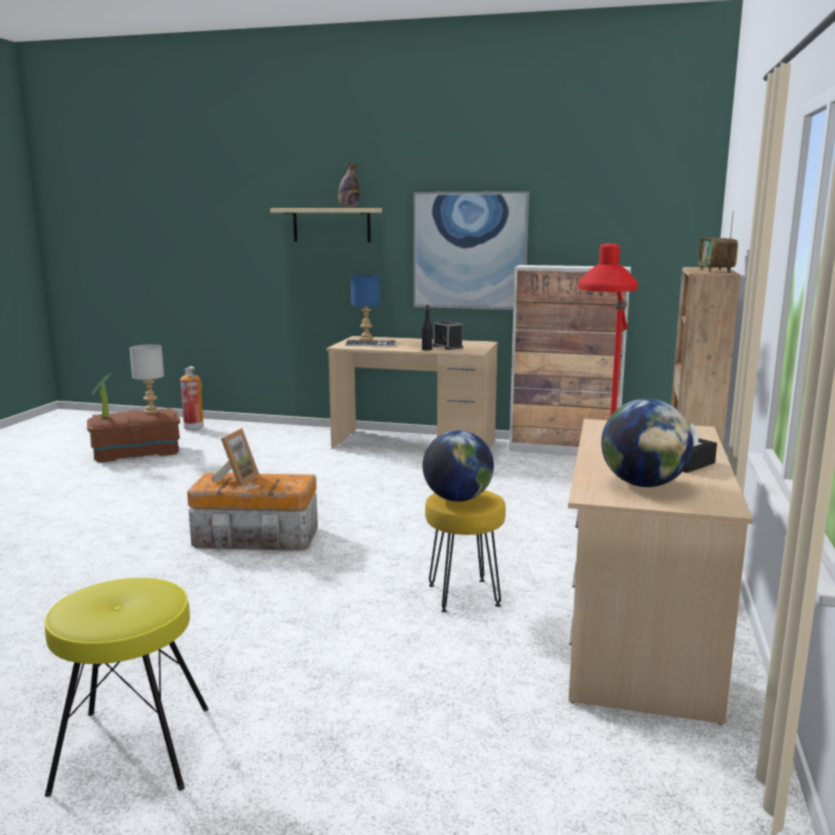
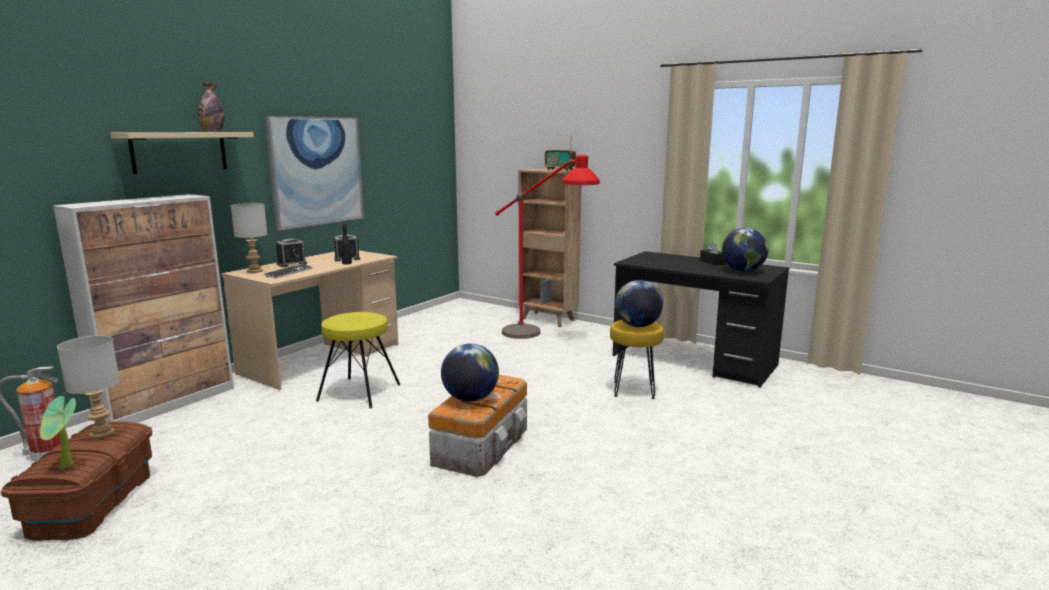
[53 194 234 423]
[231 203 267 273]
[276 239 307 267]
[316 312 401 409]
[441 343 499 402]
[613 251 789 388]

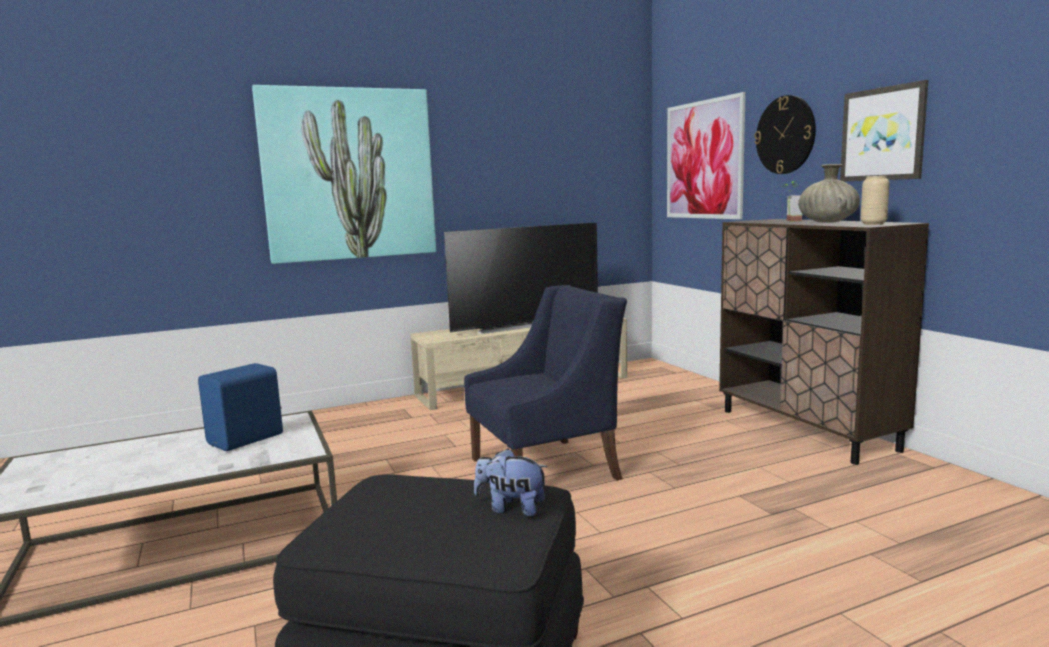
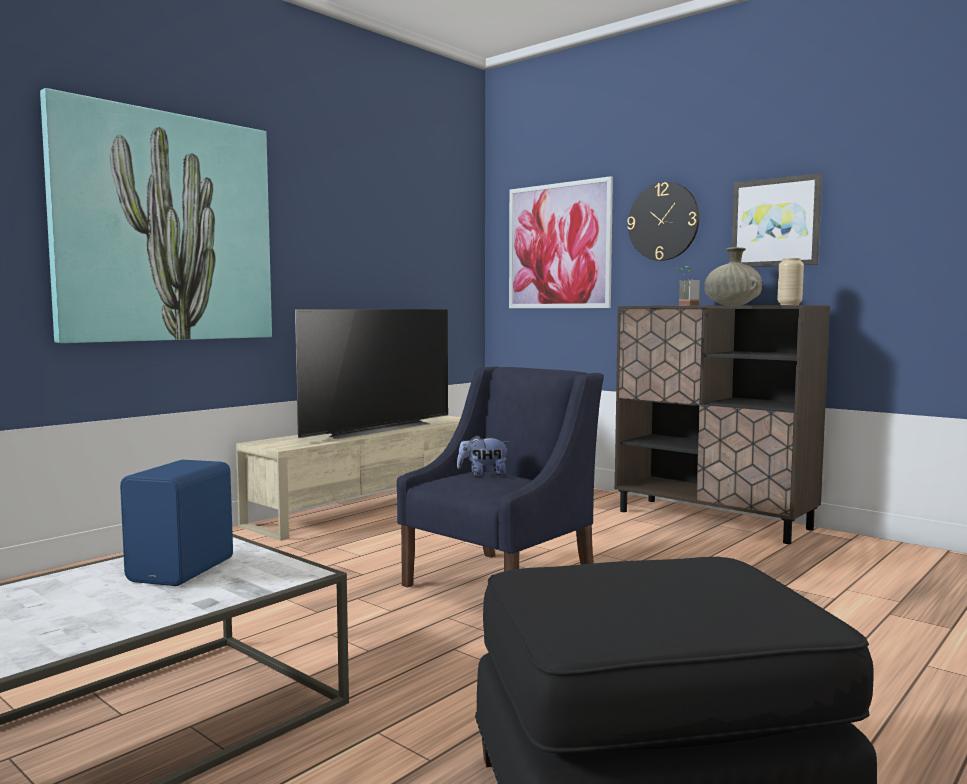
[457 435 510 477]

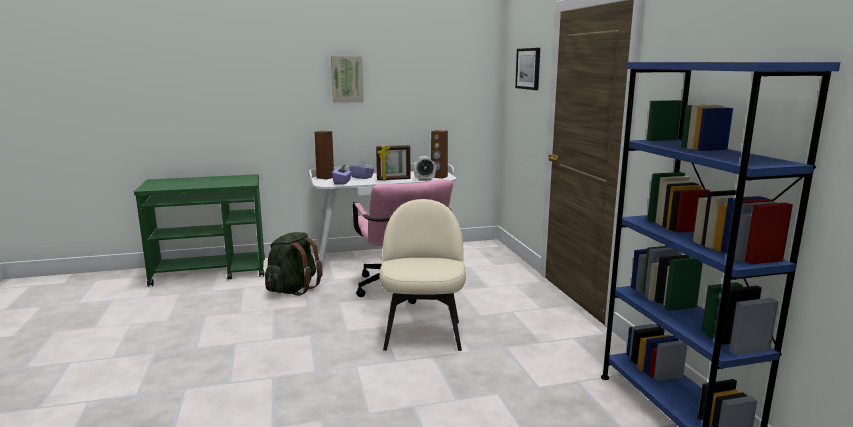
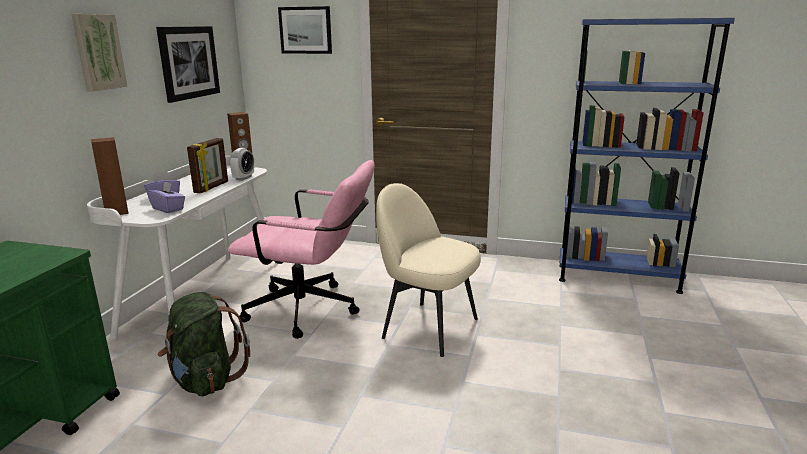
[156 26 220 103]

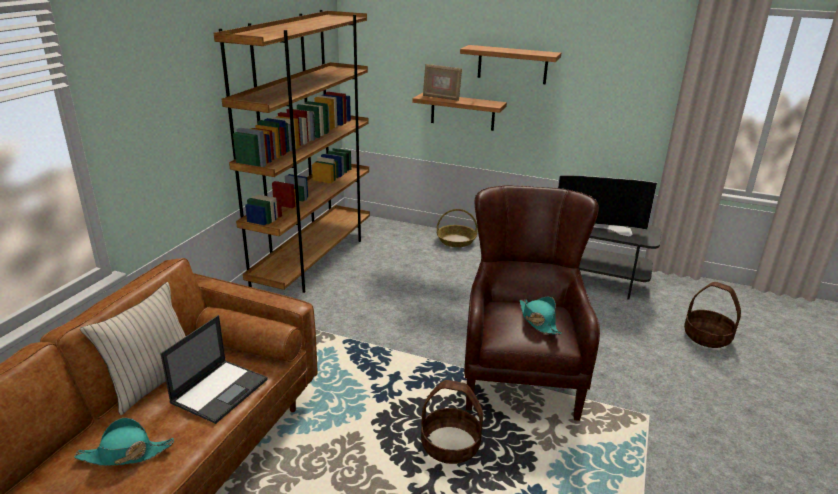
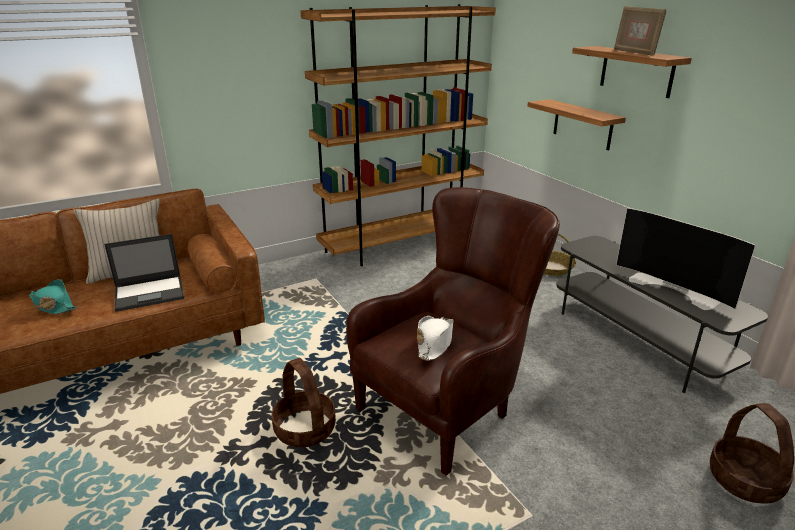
[417 316 454 361]
[614 6 666 56]

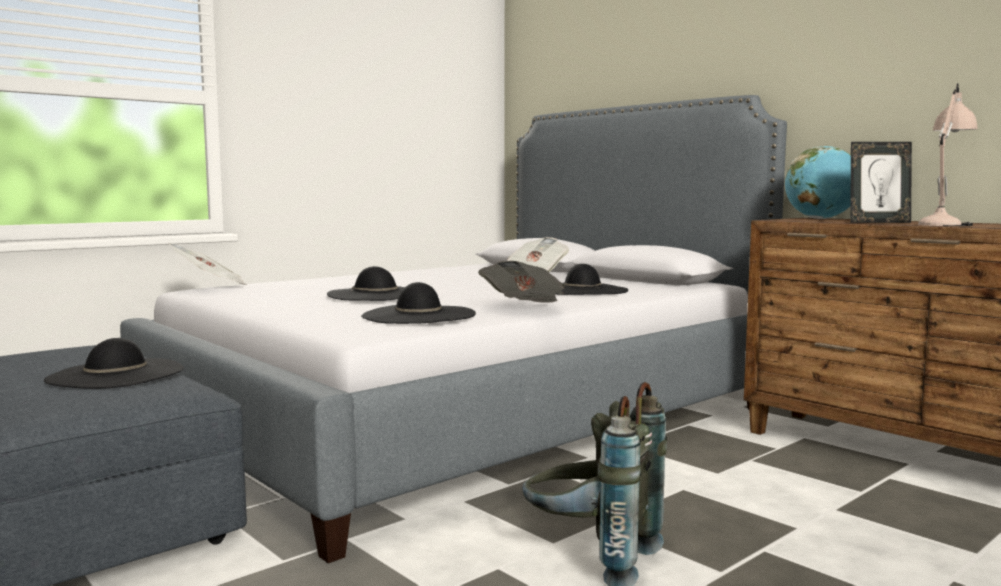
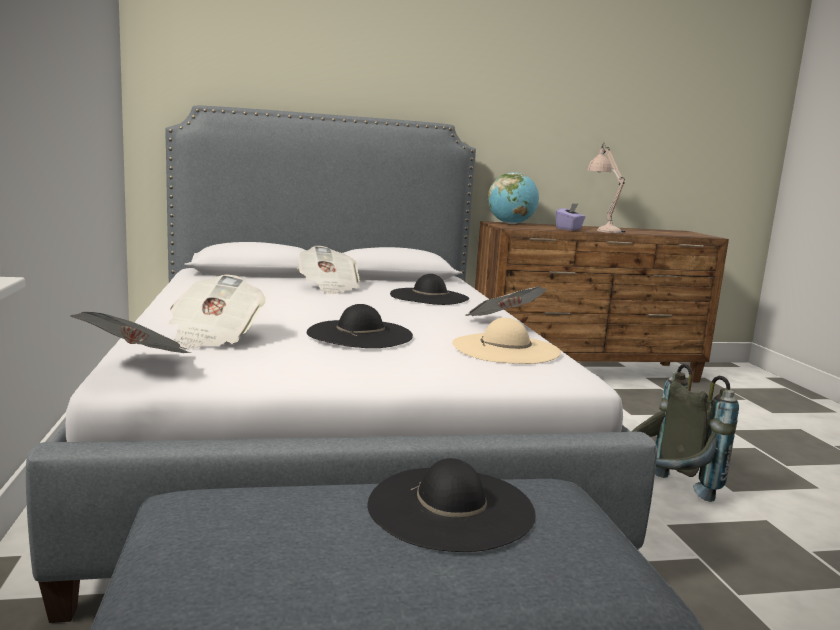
[169 275 265 349]
[452 318 561 364]
[556 203 586 230]

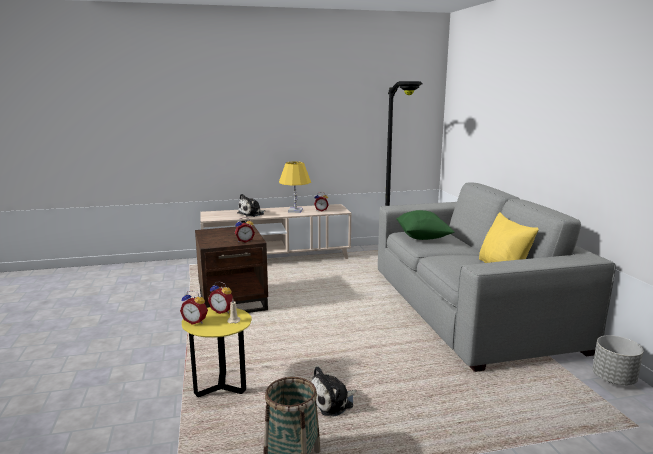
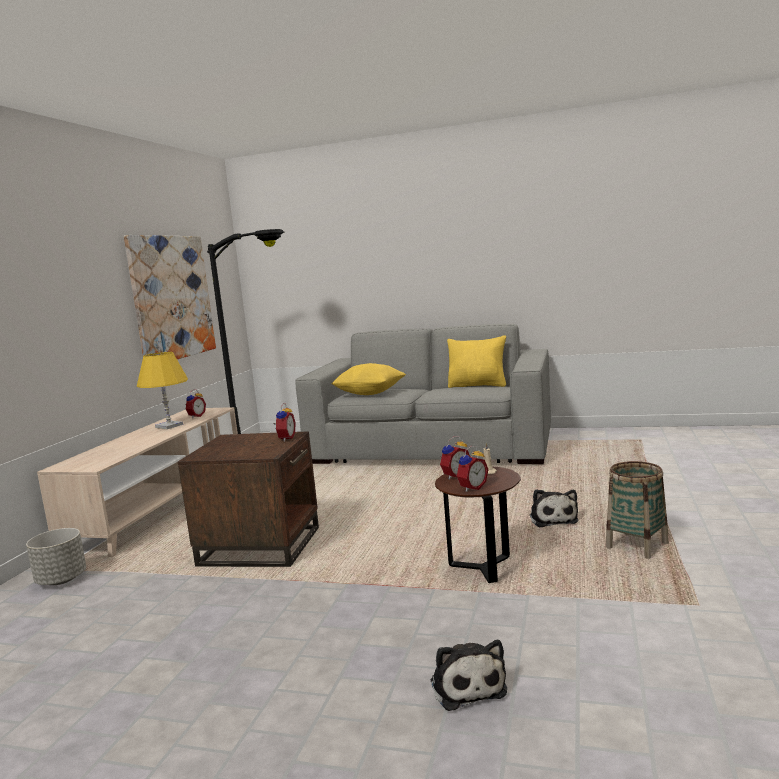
[26 528 86 585]
[124 235 216 359]
[331 363 406 395]
[430 640 507 711]
[435 466 521 583]

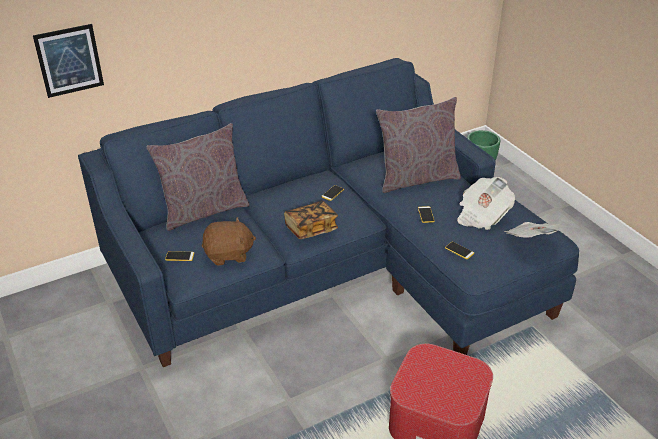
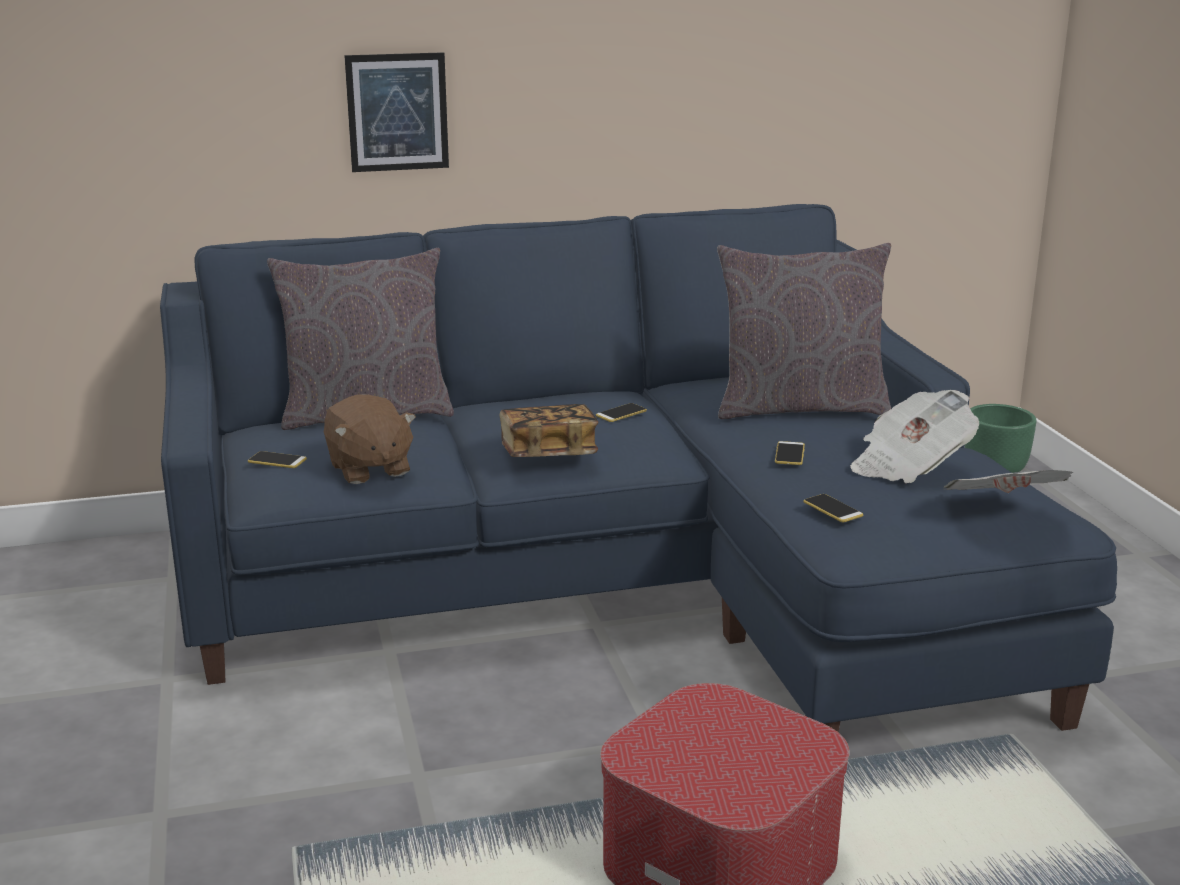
[324 395 416 484]
[344 52 449 172]

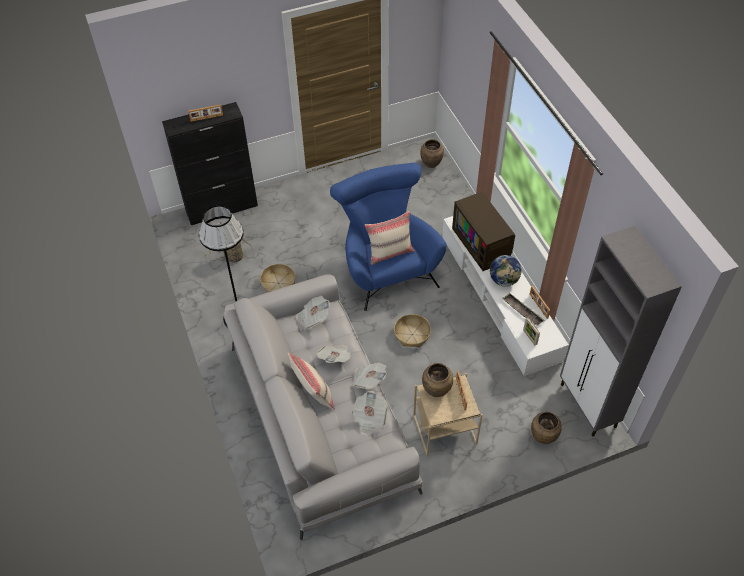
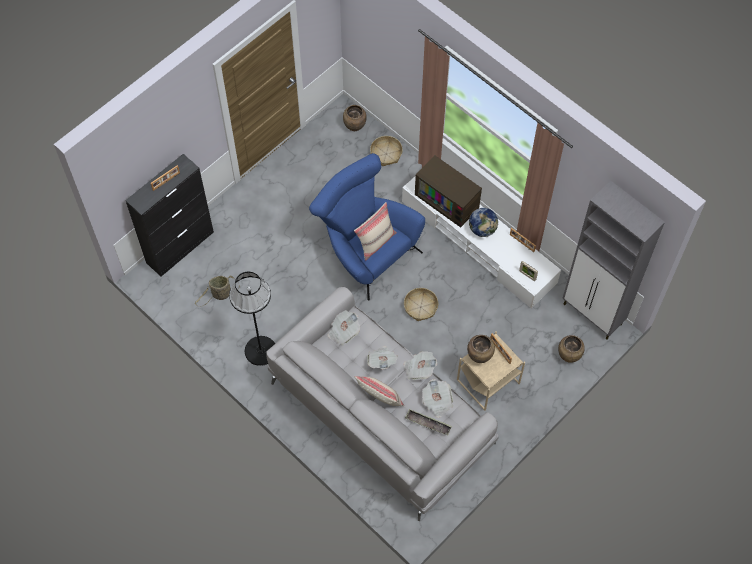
[370 136 403 166]
[405 409 452 436]

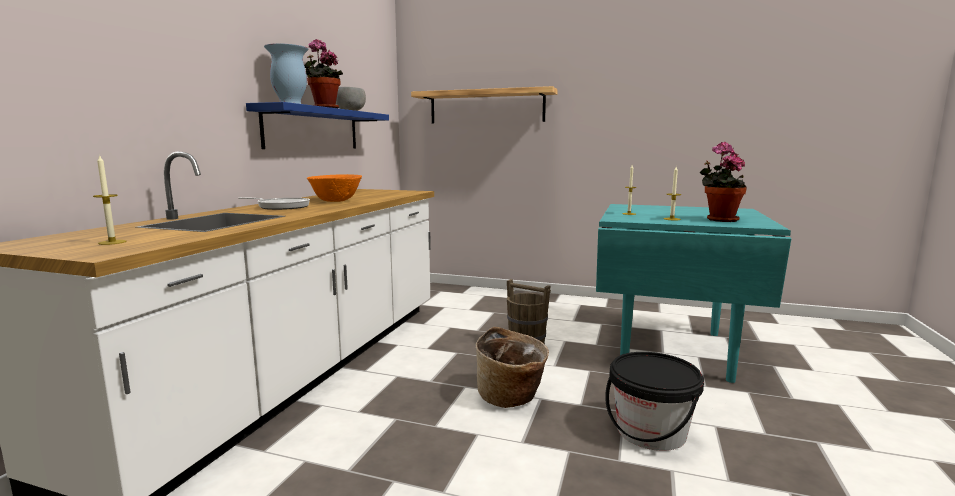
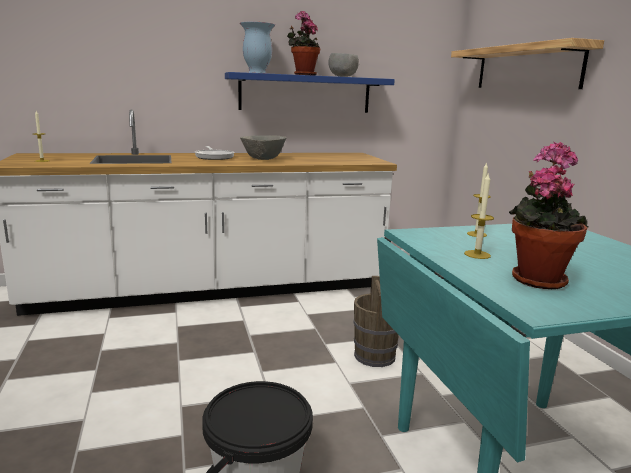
[240 135 287 160]
[475 327 549 408] (first image)

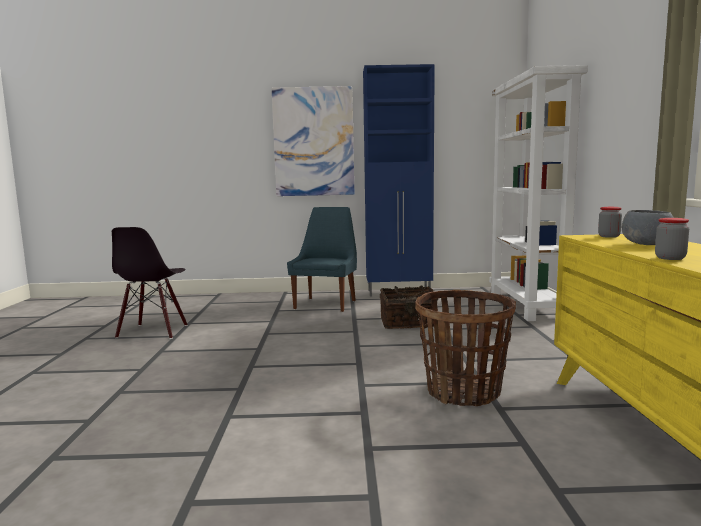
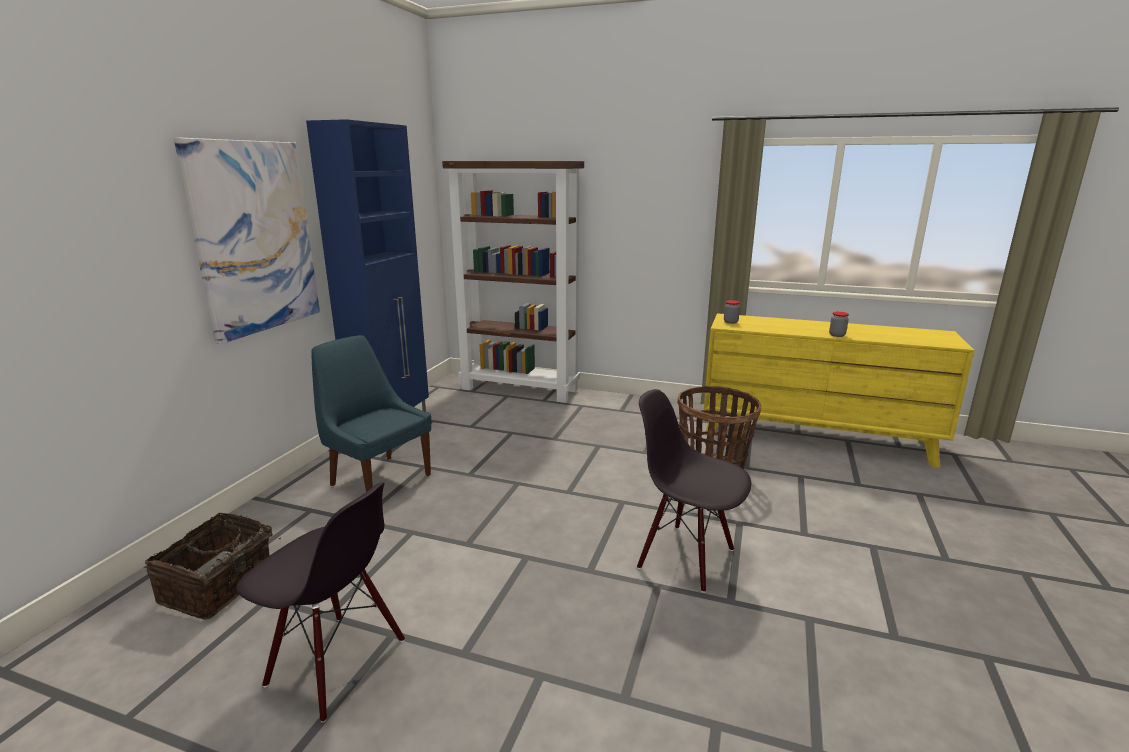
[145 512 281 620]
[442 161 584 403]
[637 389 751 593]
[622 210 674 245] (first image)

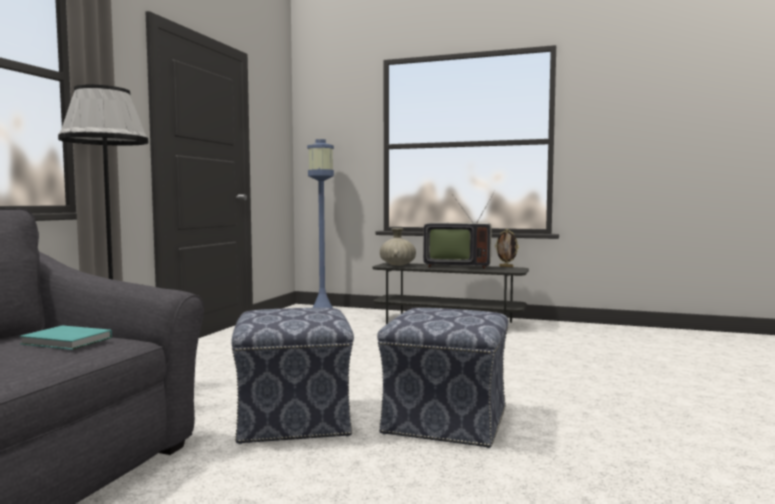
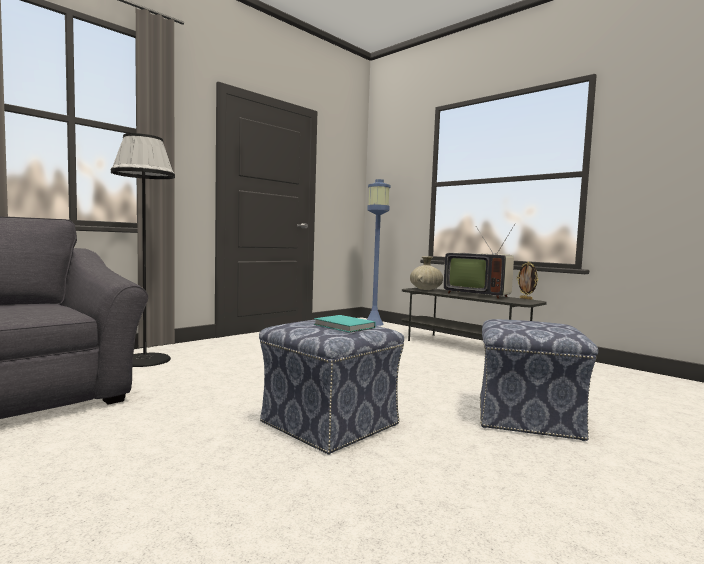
[314 315 376 333]
[480 319 598 441]

